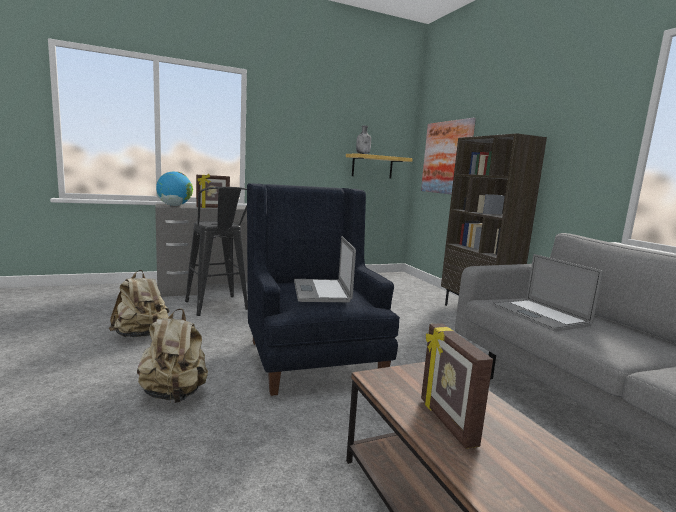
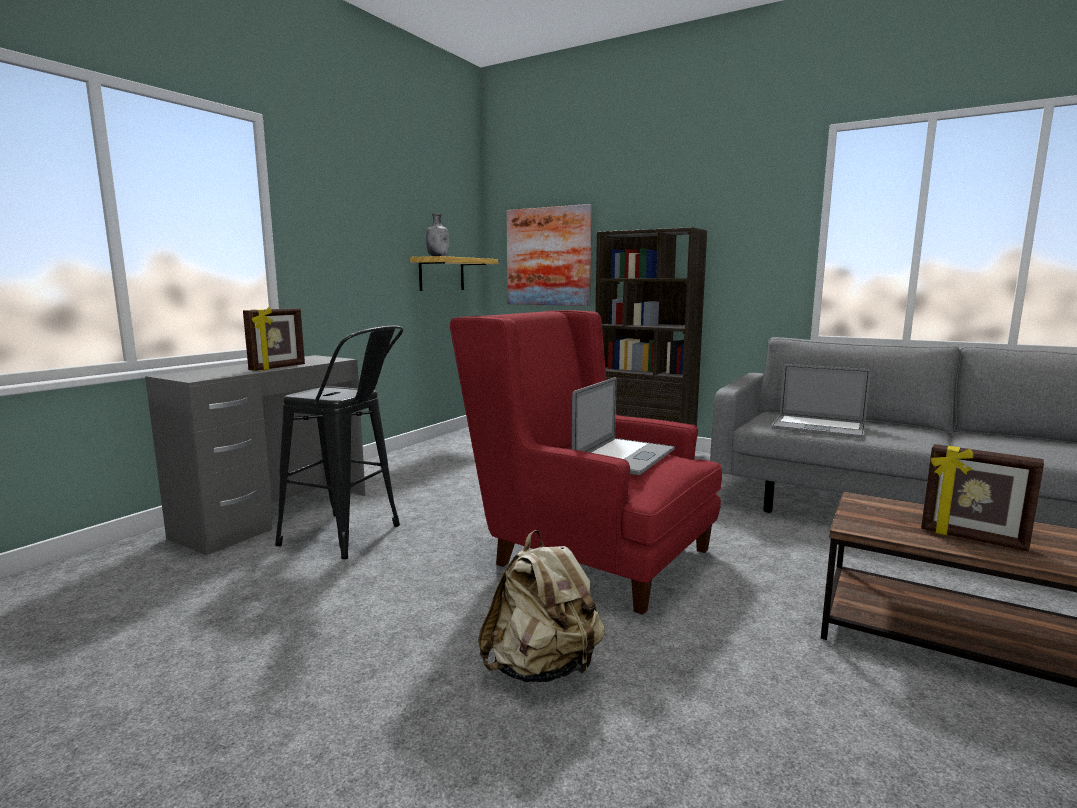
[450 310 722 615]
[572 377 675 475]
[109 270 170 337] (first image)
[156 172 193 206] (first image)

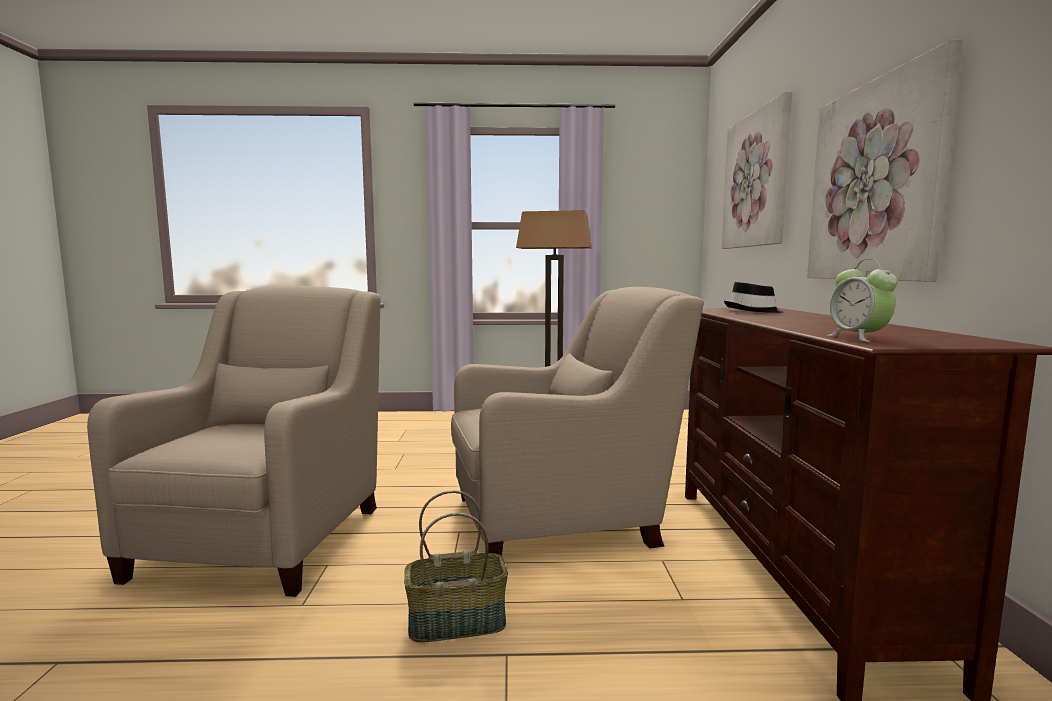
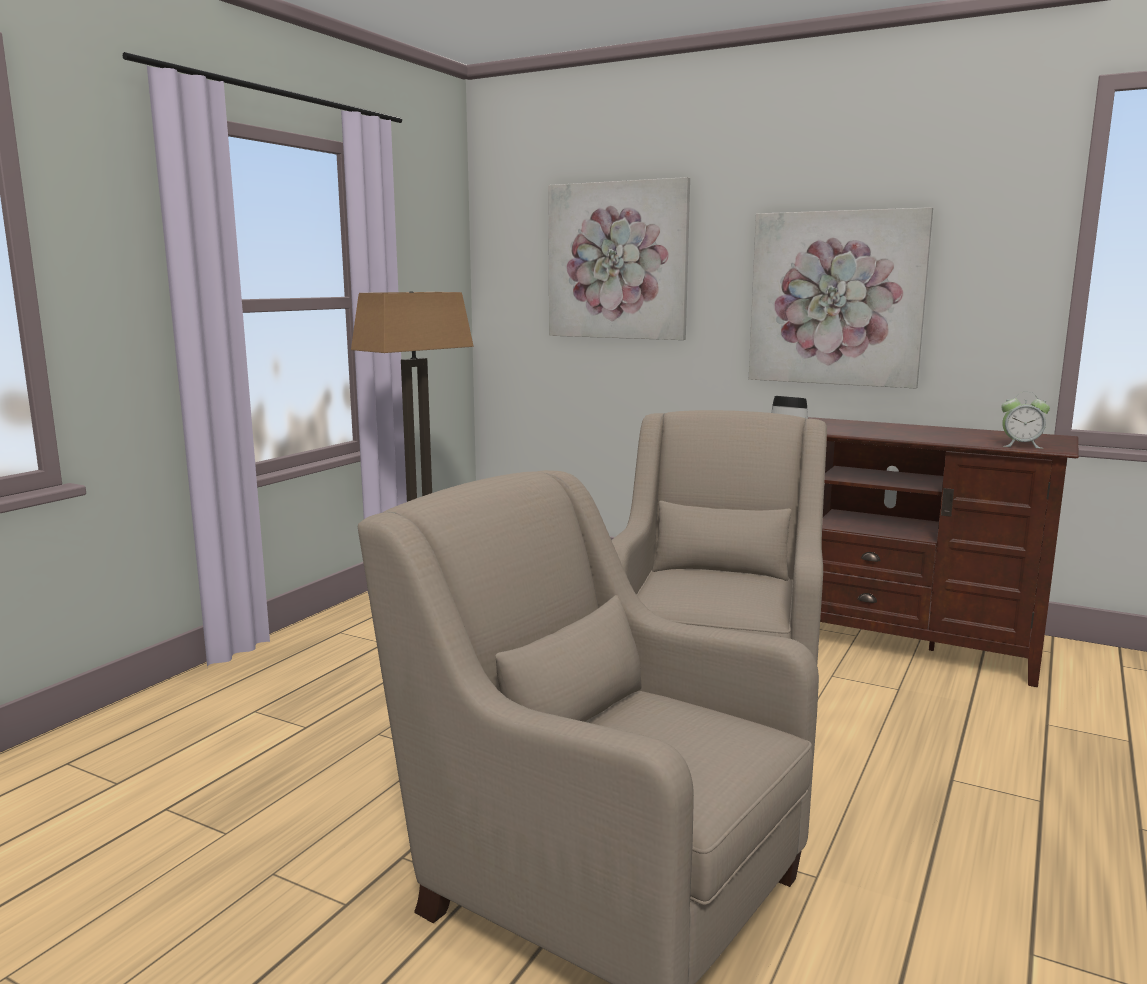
[404 490 508 642] (first image)

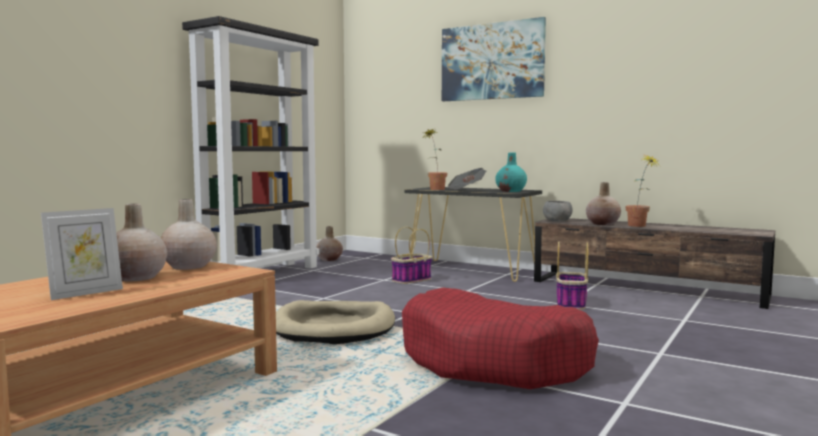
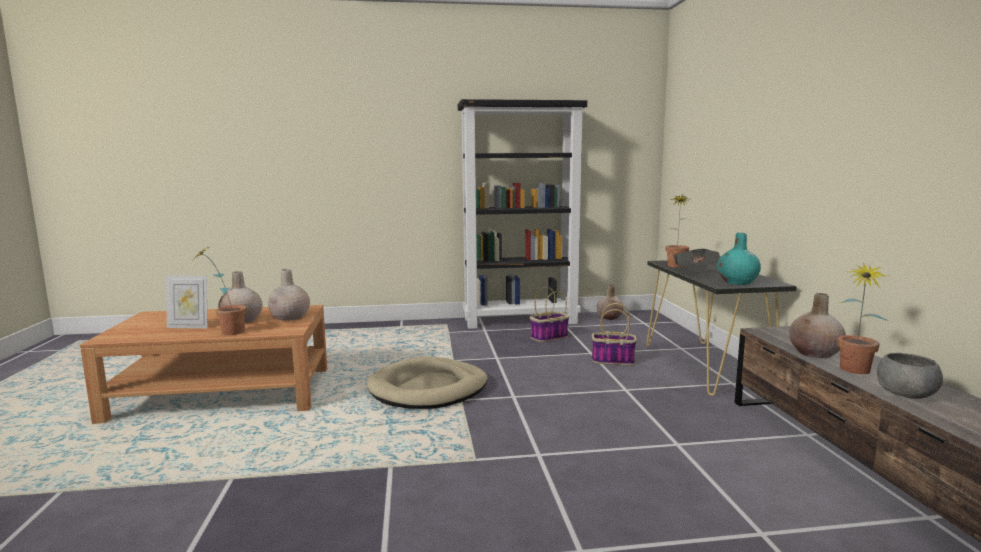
[194 247 247 335]
[530 287 569 342]
[877 353 943 399]
[402 288 599 389] (first image)
[442 17 546 101] (first image)

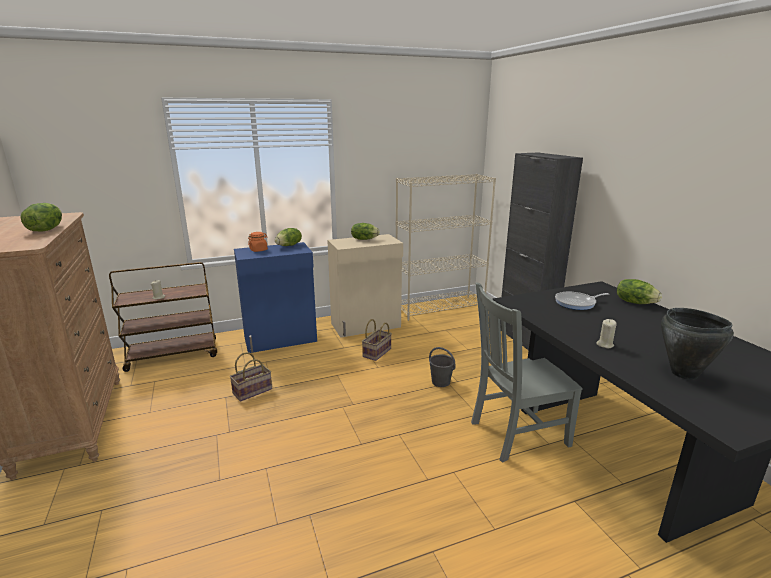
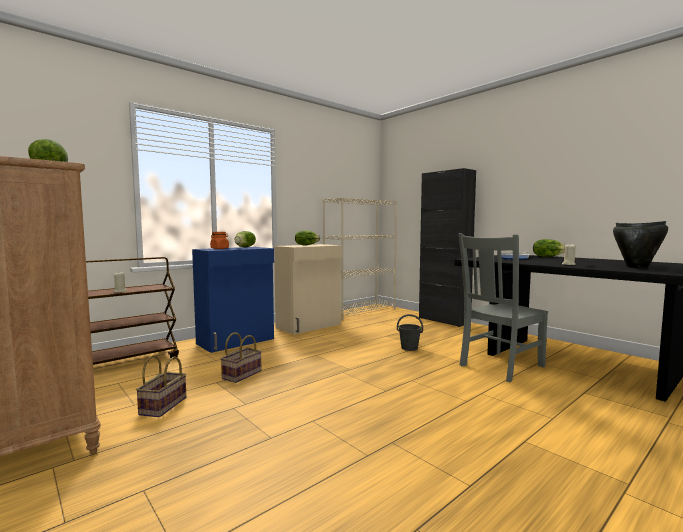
[136 355 186 417]

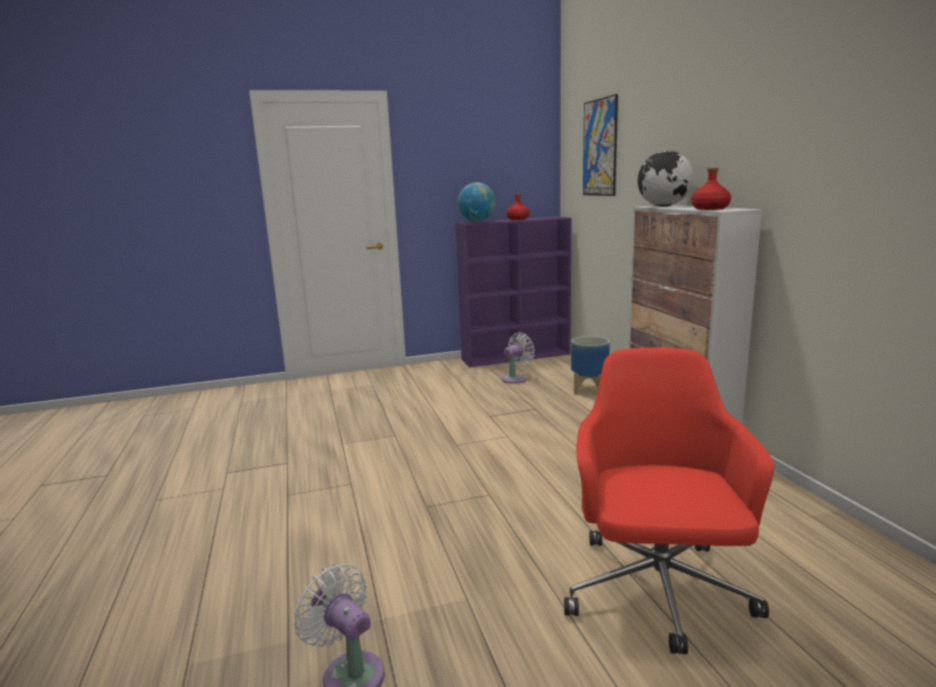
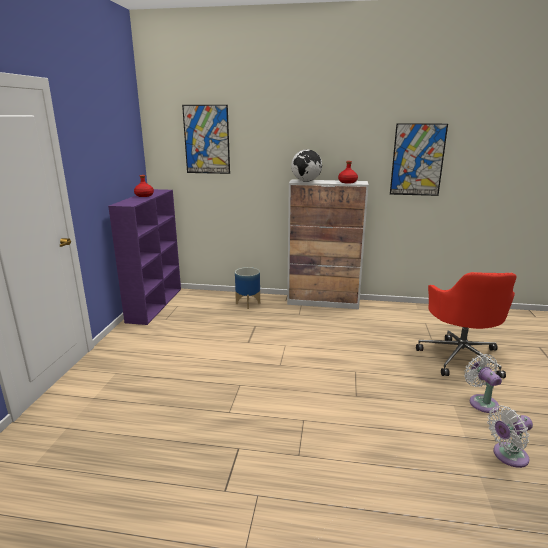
[390 123 448 196]
[416 272 517 378]
[464 354 502 413]
[458 182 496 222] (first image)

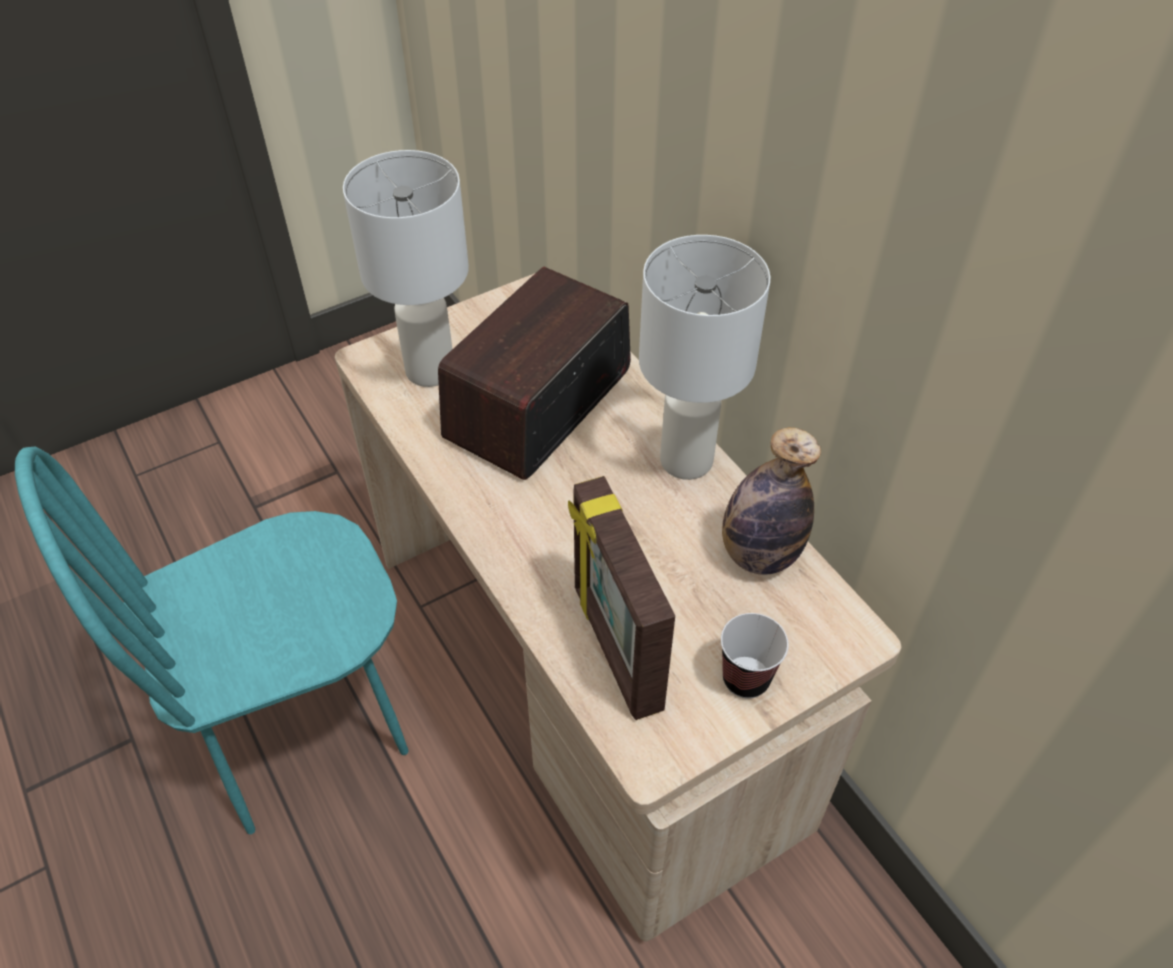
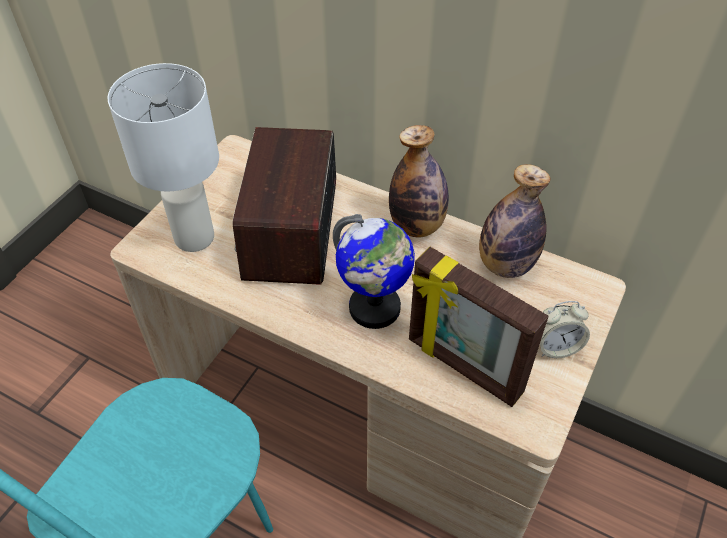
[333 214 415 329]
[389 125 449 238]
[540 301 590 358]

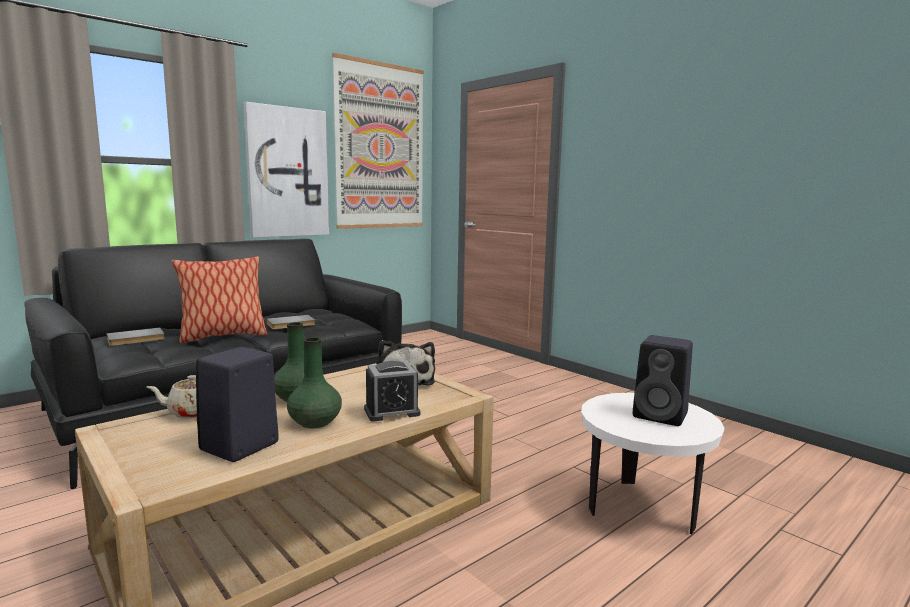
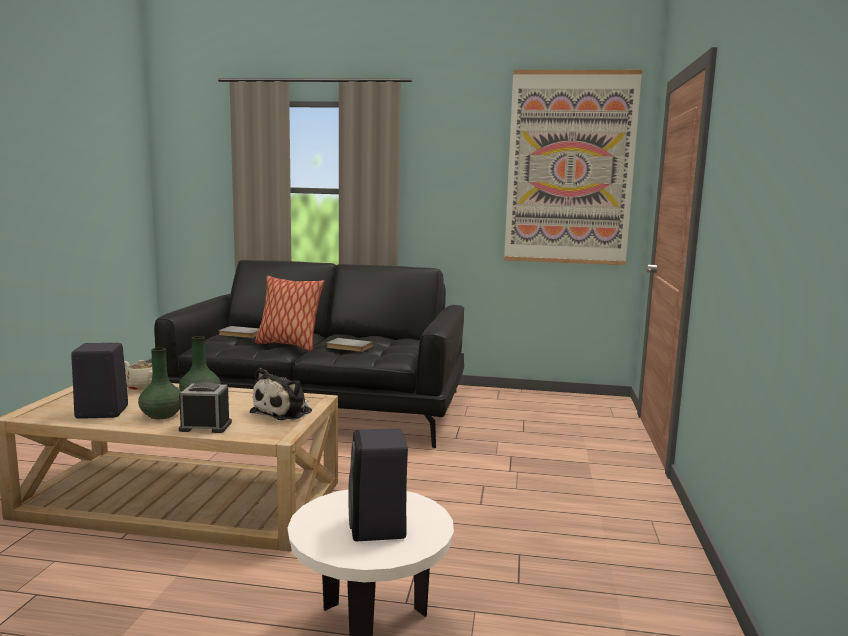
[179 382 232 433]
[244 102 329 238] (first image)

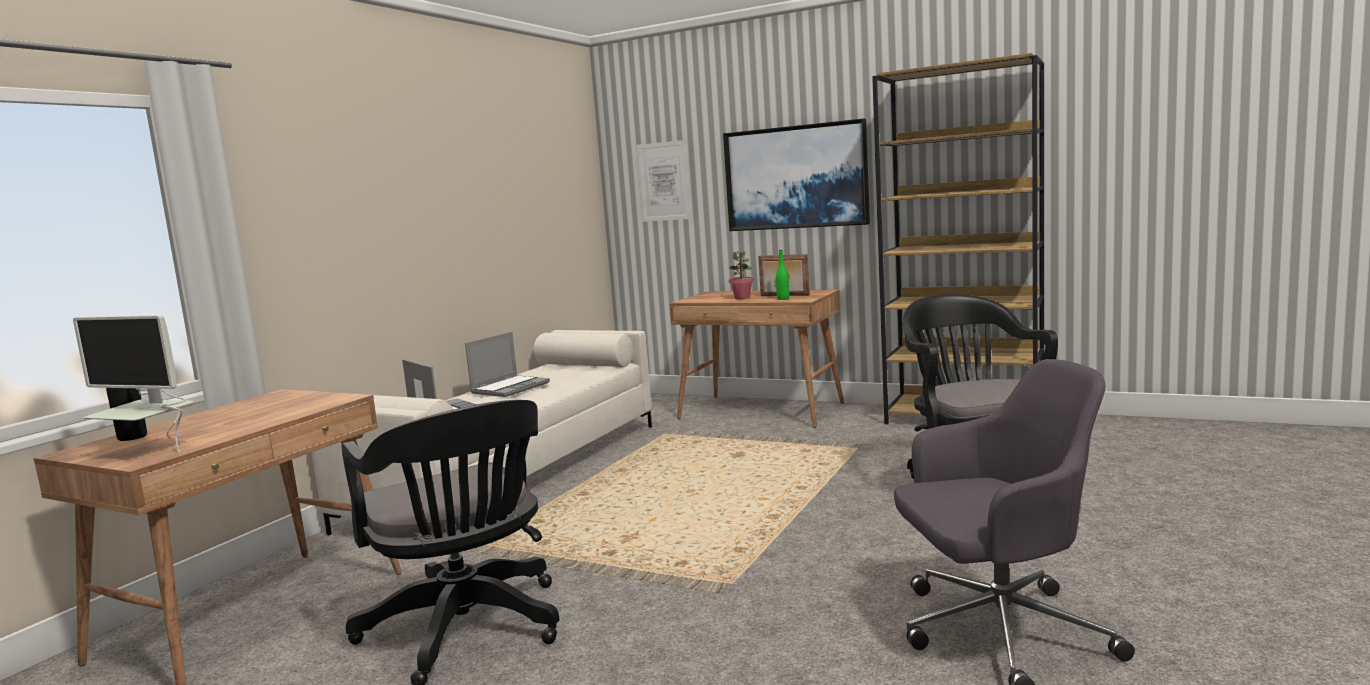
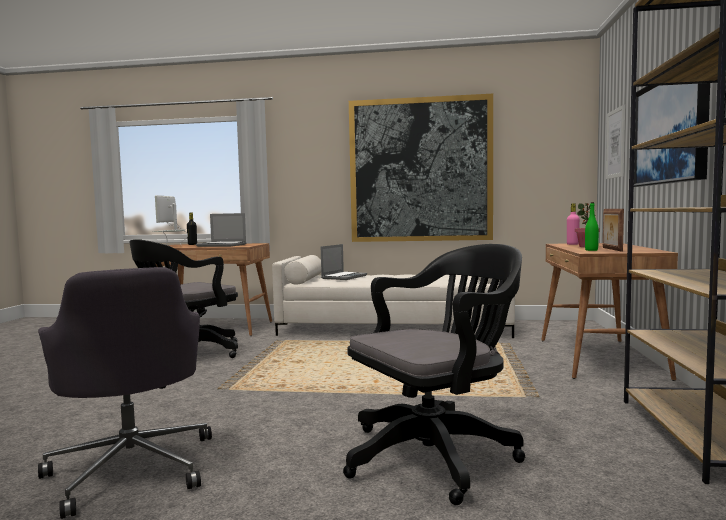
[196 213 246 247]
[349 94 493 242]
[567 203 580 245]

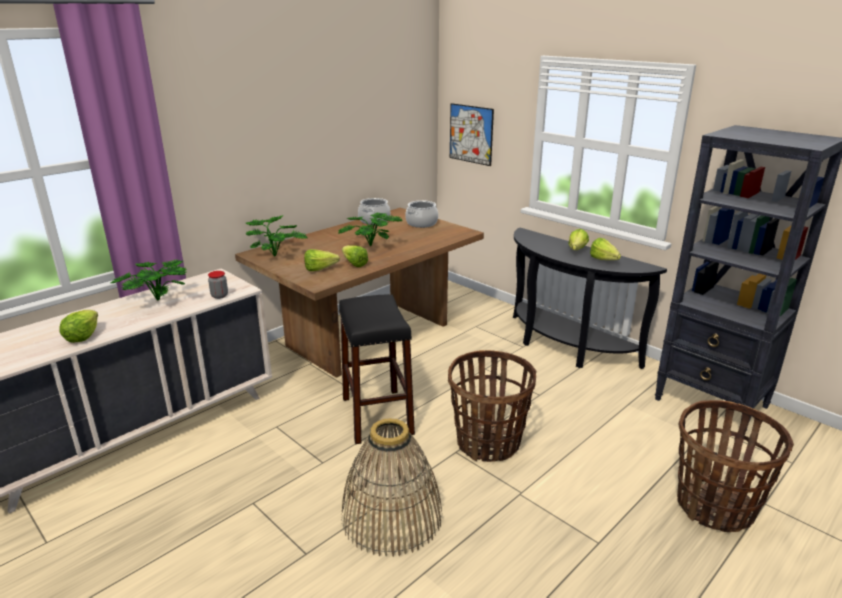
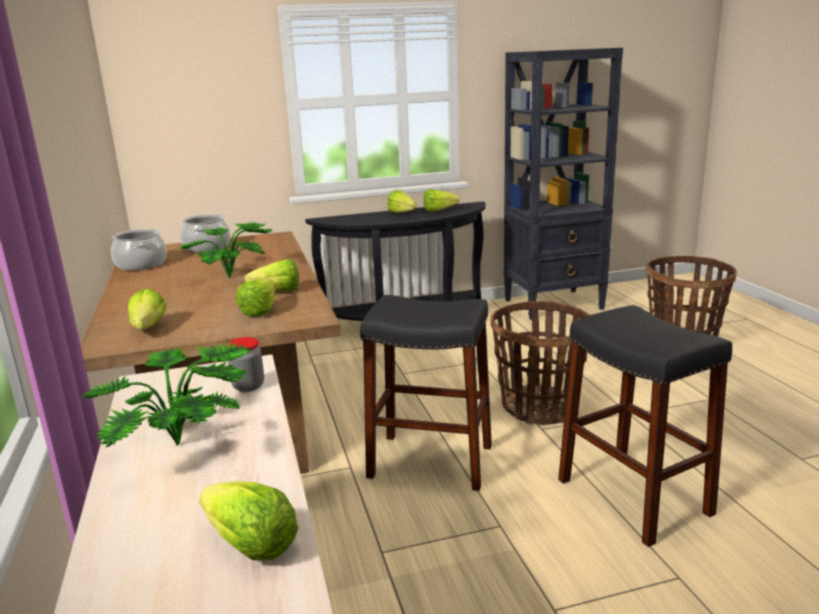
[128 289 166 330]
[558 305 732 547]
[450 103 494 166] (first image)

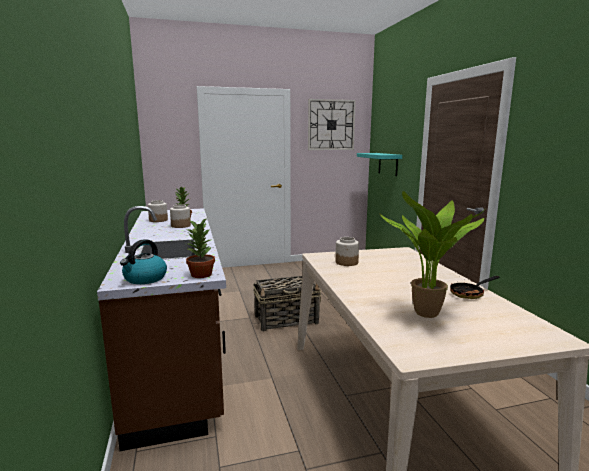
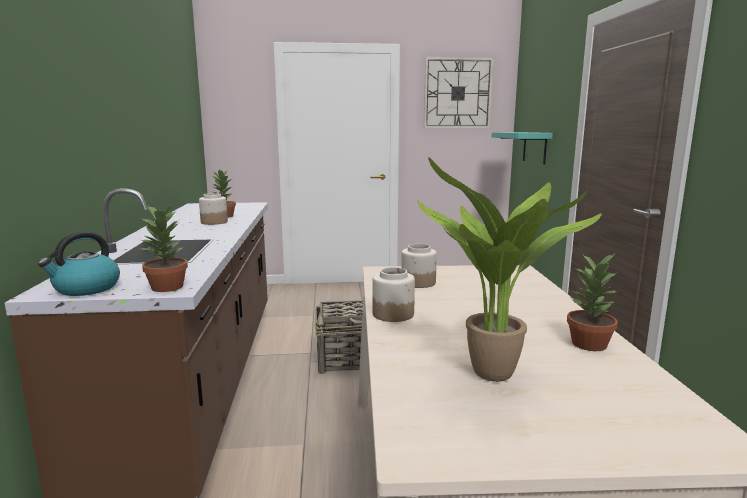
[372 267 415 322]
[567 253 619 351]

